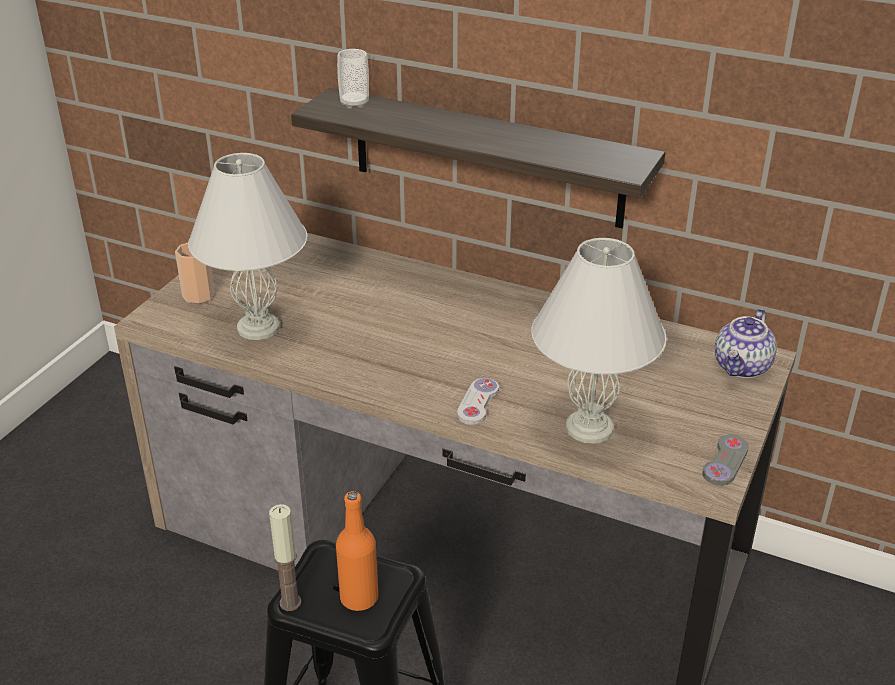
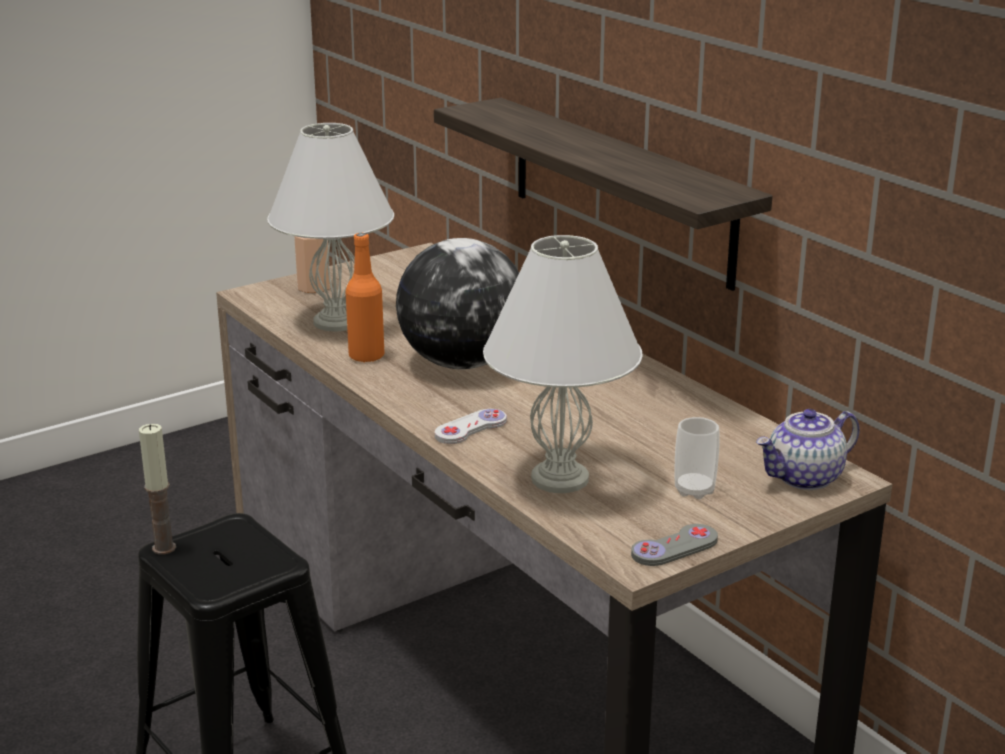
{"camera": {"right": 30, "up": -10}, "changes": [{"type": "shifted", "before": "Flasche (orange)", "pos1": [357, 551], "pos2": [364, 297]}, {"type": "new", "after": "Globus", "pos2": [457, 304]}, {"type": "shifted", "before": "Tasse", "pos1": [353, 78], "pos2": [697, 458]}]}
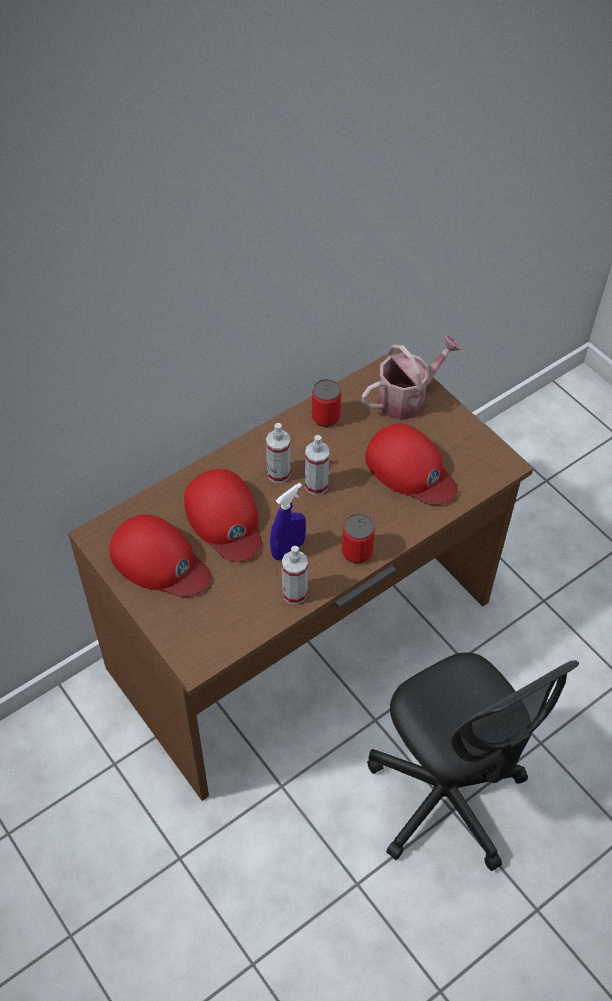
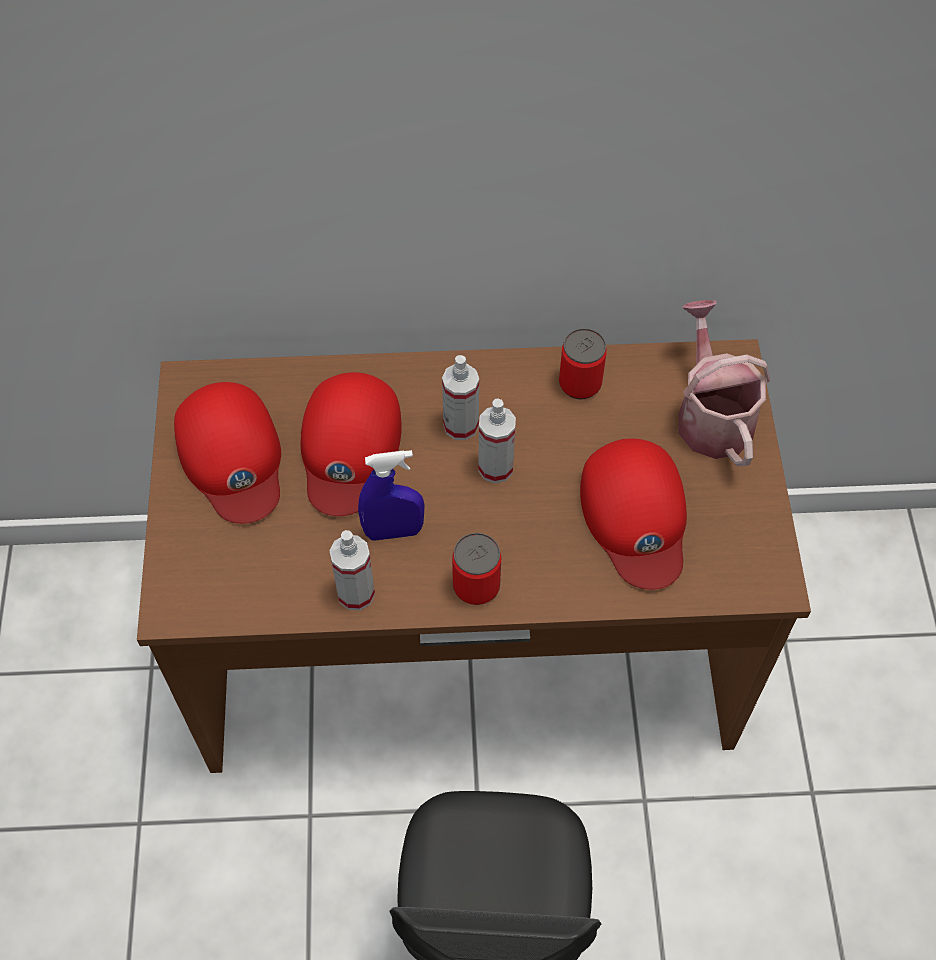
{"camera": {"right": 35, "up": 5}, "changes": [{"type": "rotated", "before": "Gießkanne", "pos1": [412, 378], "pos2": [724, 383], "turn": -105}]}
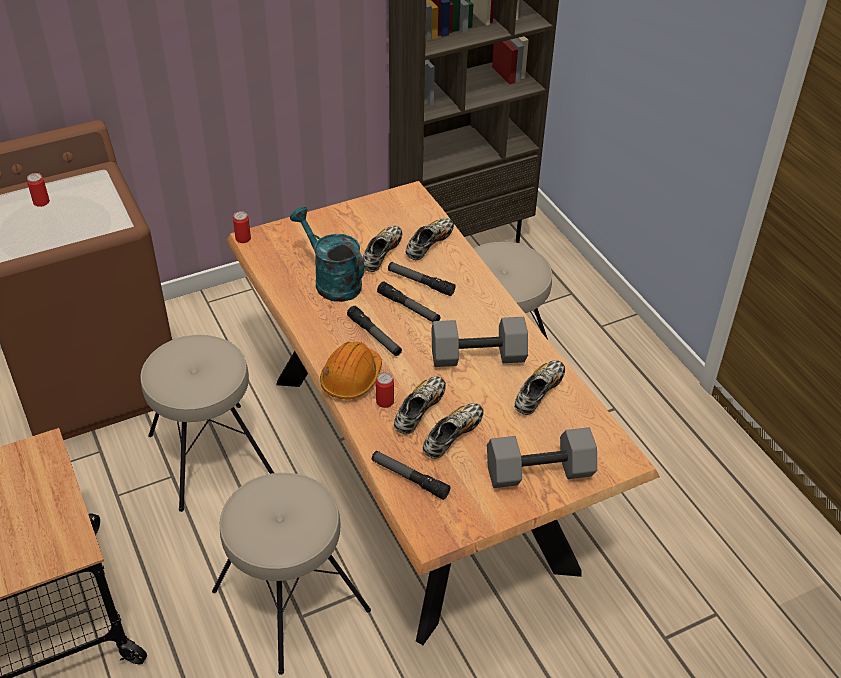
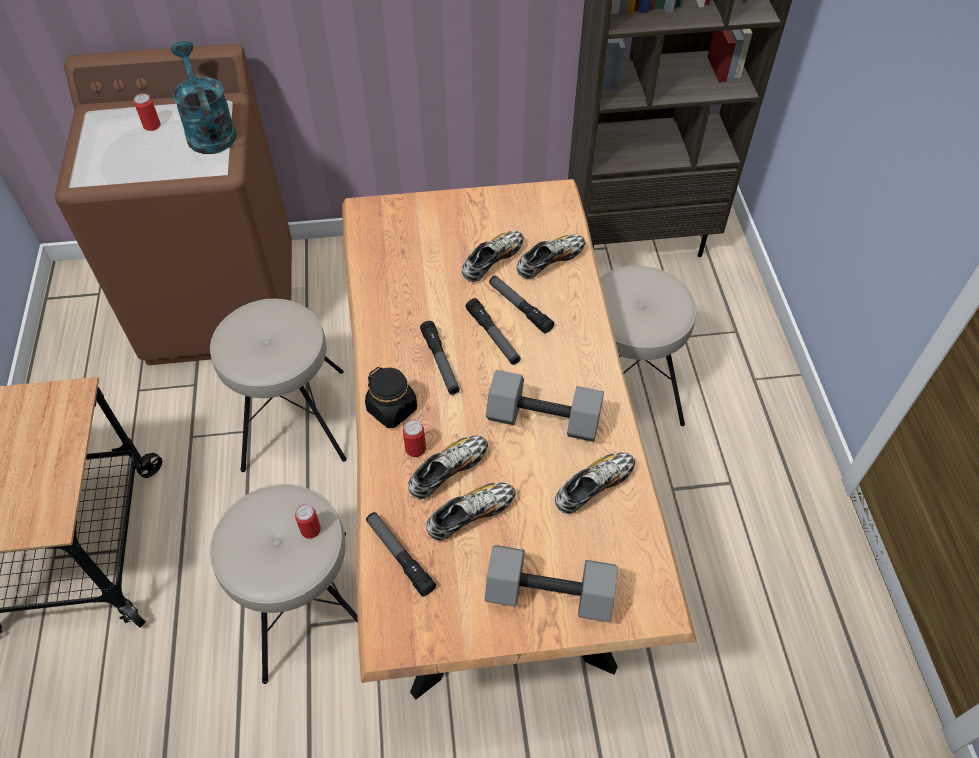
{"camera": {"right": 20, "up": 10}, "changes": [{"type": "shifted", "before": "Gießkanne (türkis)", "pos1": [327, 254], "pos2": [204, 97]}, {"type": "shifted", "before": "Dose", "pos1": [242, 227], "pos2": [308, 521]}, {"type": "swapped", "before": "Schutzhelm (orange)", "after": "Vorratsglas (schwarz)", "pos1": [351, 370], "pos2": [391, 397]}]}
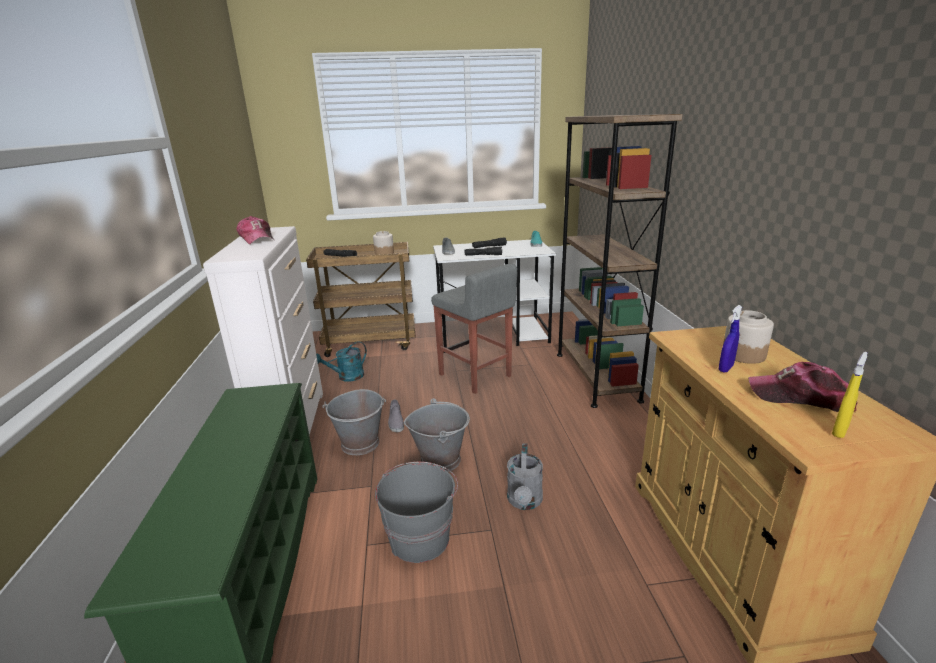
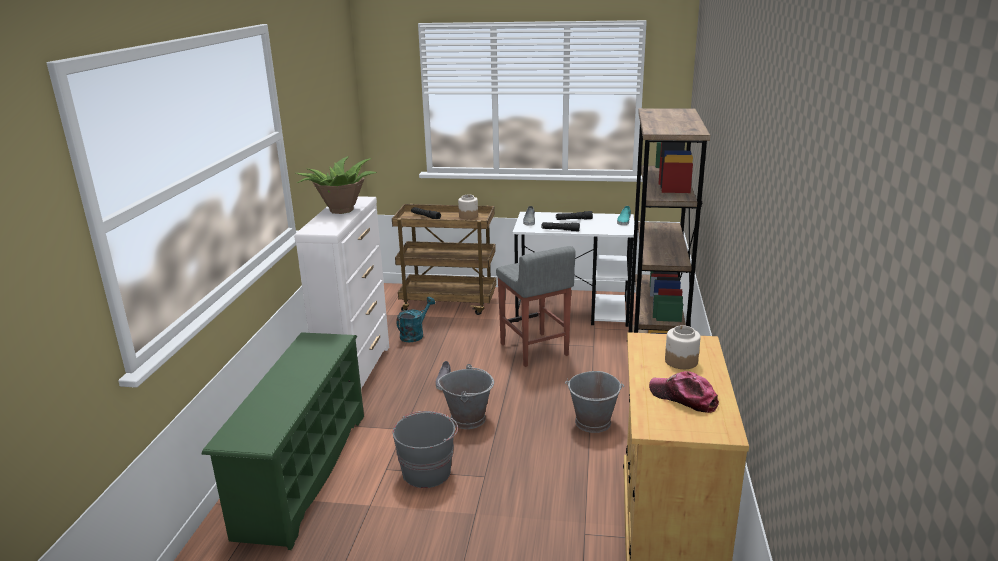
{"camera": {"right": 15, "up": 0}, "changes": [{"type": "swapped", "before": "Kappe", "after": "Topfpflanze", "pos1": [255, 230], "pos2": [336, 185]}, {"type": "rotated", "before": "Gießkanne (türkis)", "pos1": [341, 361], "pos2": [416, 319], "turn": 150}, {"type": "shifted", "before": "Eimer (grau)", "pos1": [354, 422], "pos2": [594, 402]}, {"type": "gone", "before": "Gießkanne (grau)", "pos1": [525, 476]}, {"type": "gone", "before": "Sprühflasche (blau)", "pos1": [730, 339]}, {"type": "gone", "before": "Sprühflasche (gelb)", "pos1": [849, 395]}]}
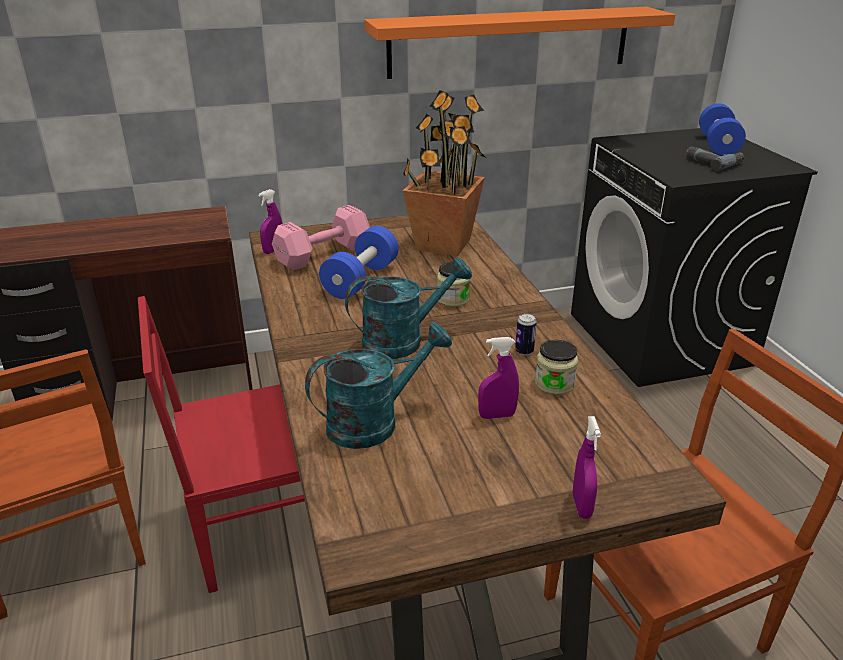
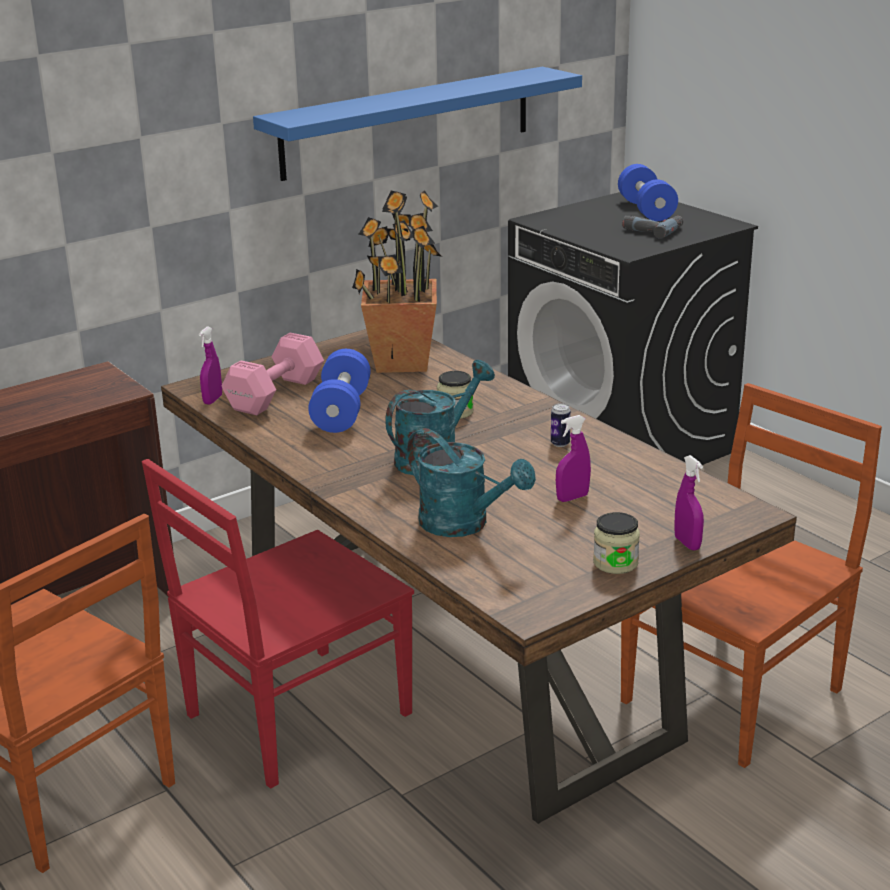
{"camera": {"right": -20, "up": -5}, "changes": [{"type": "repainted", "before": "Wandregal (orange)", "after": "Wandregal (blau)", "pos1": [519, 43], "pos2": [417, 124]}, {"type": "rotated", "before": "Gießkanne (türkis)", "pos1": [378, 385], "pos2": [471, 482], "turn": 90}, {"type": "shifted", "before": "Vorratsglas", "pos1": [556, 367], "pos2": [616, 543]}]}
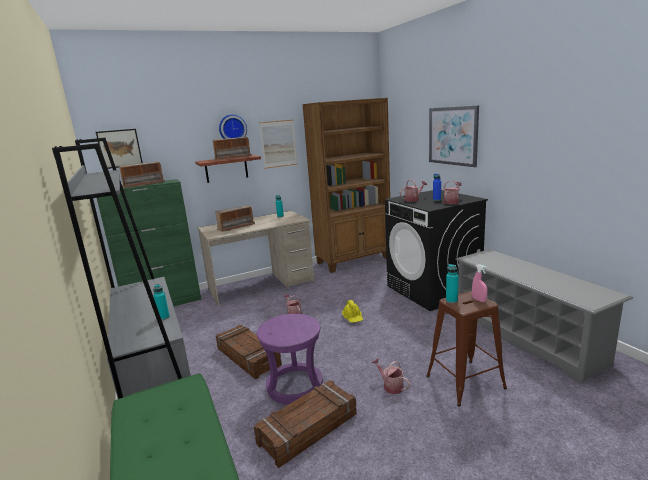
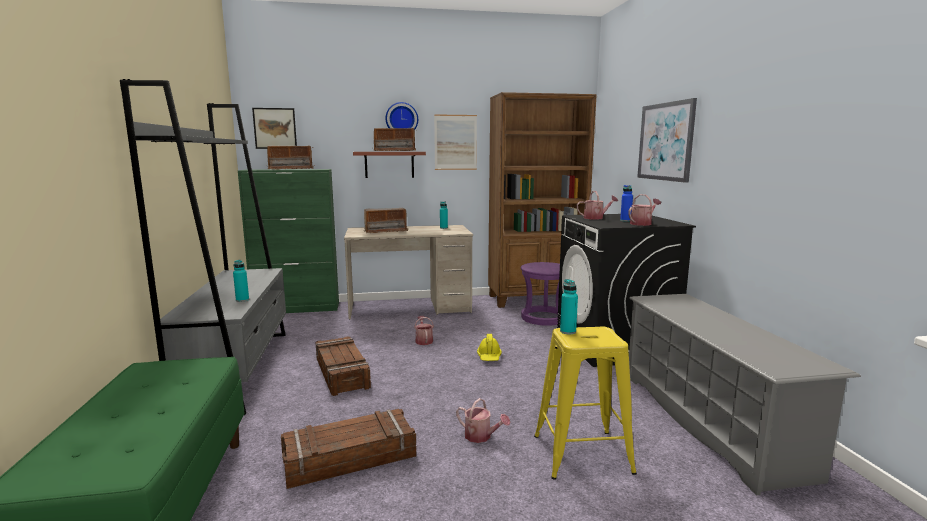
{"camera": {"right": 15, "up": -5}, "changes": [{"type": "rotated", "before": "Gießkanne", "pos1": [390, 376], "pos2": [483, 420], "turn": 150}, {"type": "shifted", "before": "Hocker (lila)", "pos1": [290, 359], "pos2": [540, 294]}, {"type": "repainted", "before": "Hocker (braun)", "after": "Hocker (gelb)", "pos1": [466, 348], "pos2": [585, 403]}, {"type": "gone", "before": "Sprühflasche (rosa)", "pos1": [479, 283]}]}
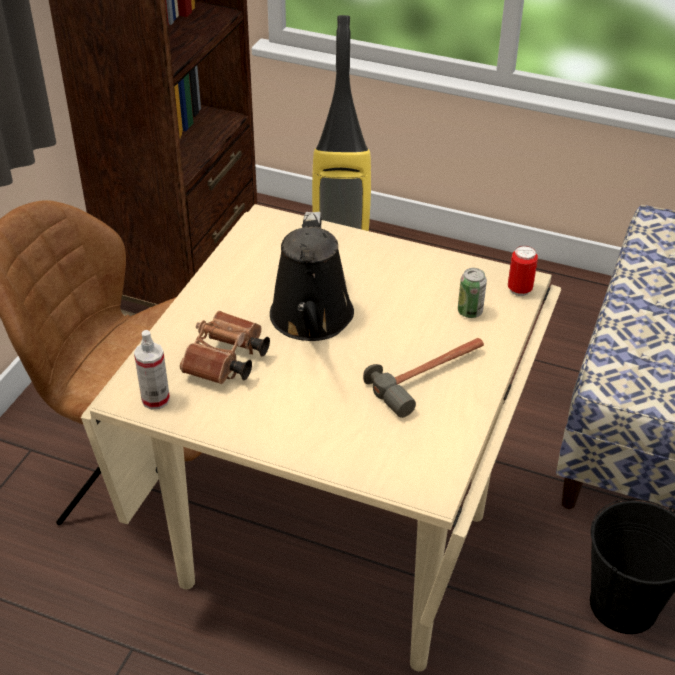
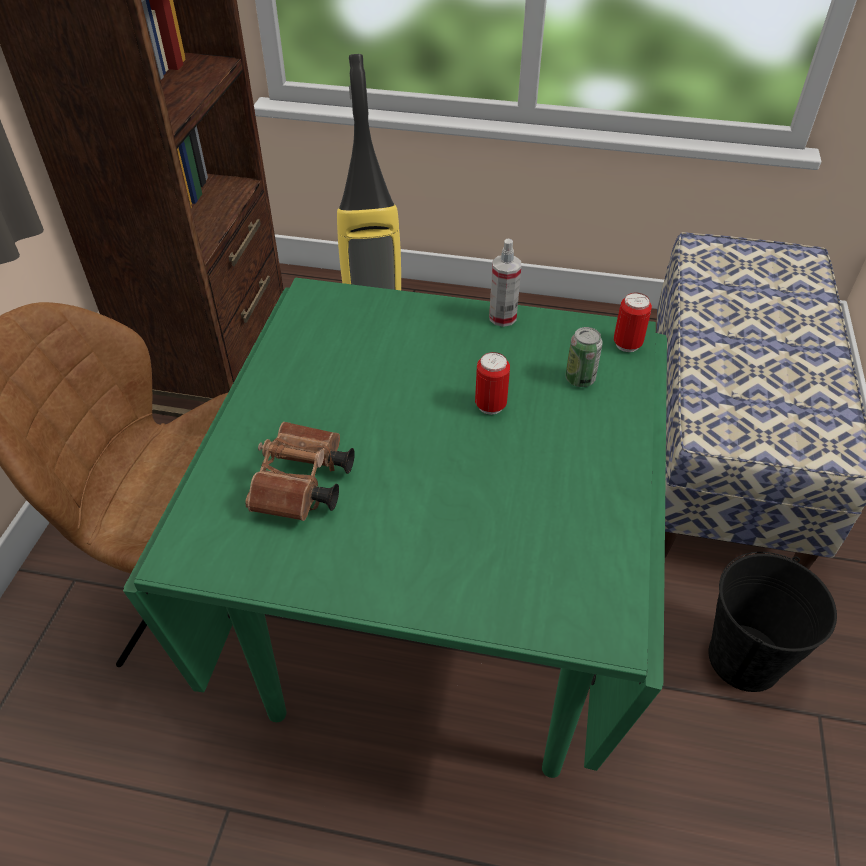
{"camera": {"right": -10, "up": 5}, "changes": [{"type": "repainted", "before": "Esstisch (beige)", "after": "Esstisch (grün)", "pos1": [321, 437], "pos2": [395, 528]}, {"type": "new", "after": "Dose", "pos2": [492, 383]}, {"type": "shifted", "before": "Sprühflasche", "pos1": [152, 370], "pos2": [505, 282]}, {"type": "gone", "before": "Gießkanne (schwarz)", "pos1": [312, 276]}, {"type": "gone", "before": "Hammer", "pos1": [423, 378]}]}
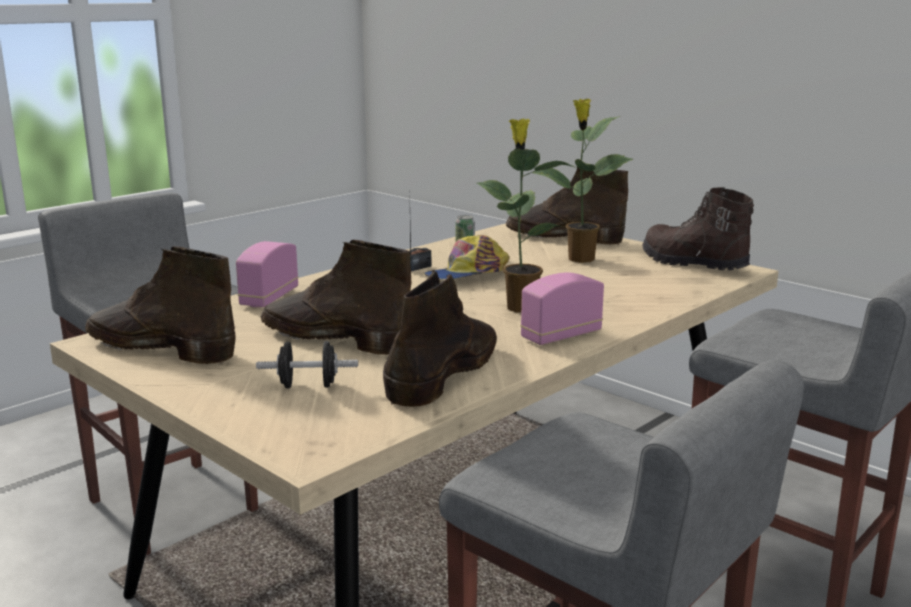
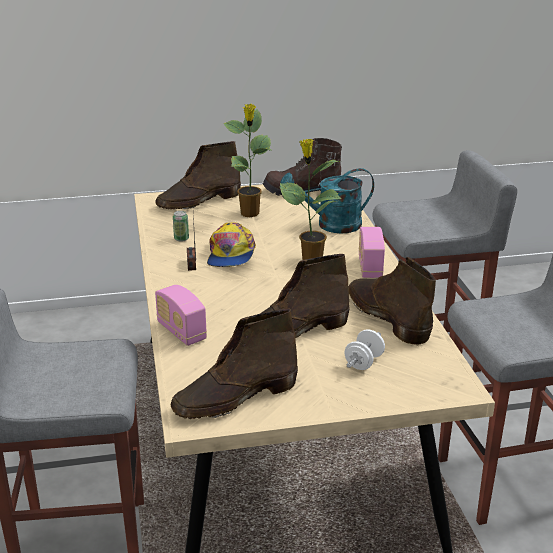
{"camera": {"right": -55, "up": 10}, "changes": [{"type": "new", "after": "Gießkanne (türkis)", "pos2": [327, 201]}, {"type": "repainted", "before": "Hantel (schwarz)", "after": "Hantel (weiß)", "pos1": [307, 364], "pos2": [365, 349]}]}
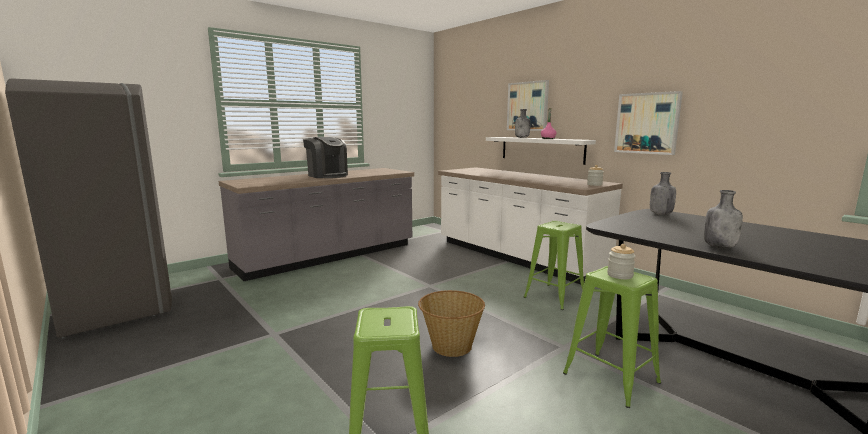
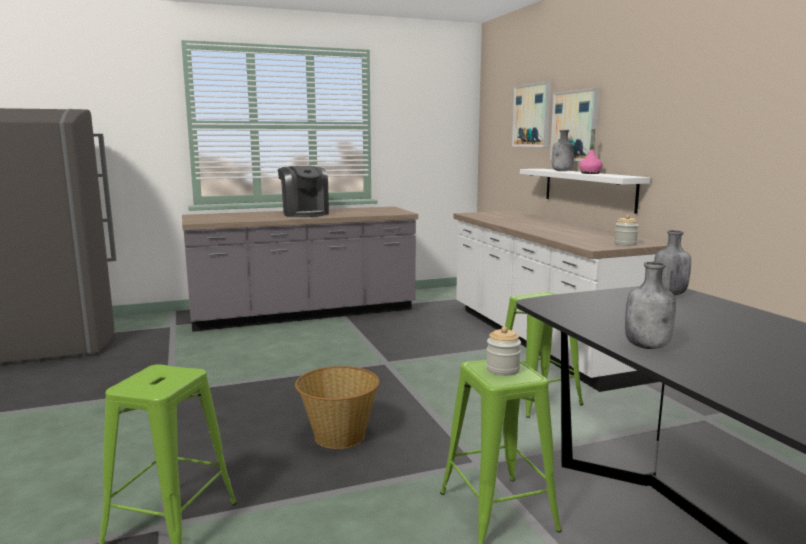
{"camera": {"right": 20, "up": 0}, "changes": [{"type": "shifted", "before": "Bild", "pos1": [648, 123], "pos2": [531, 114]}]}
